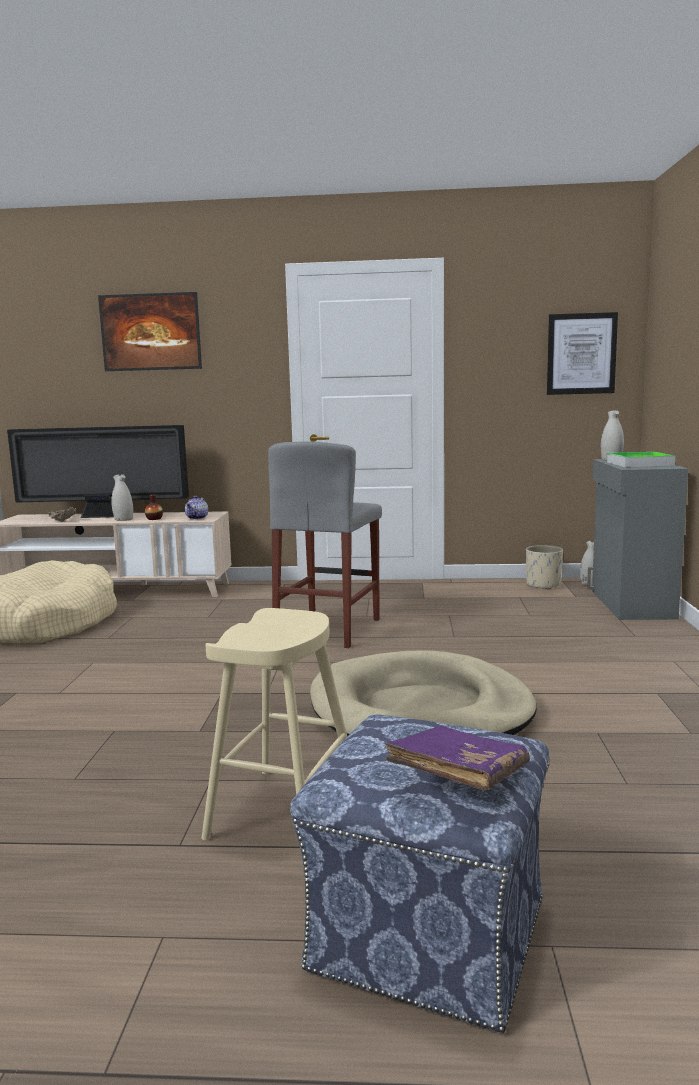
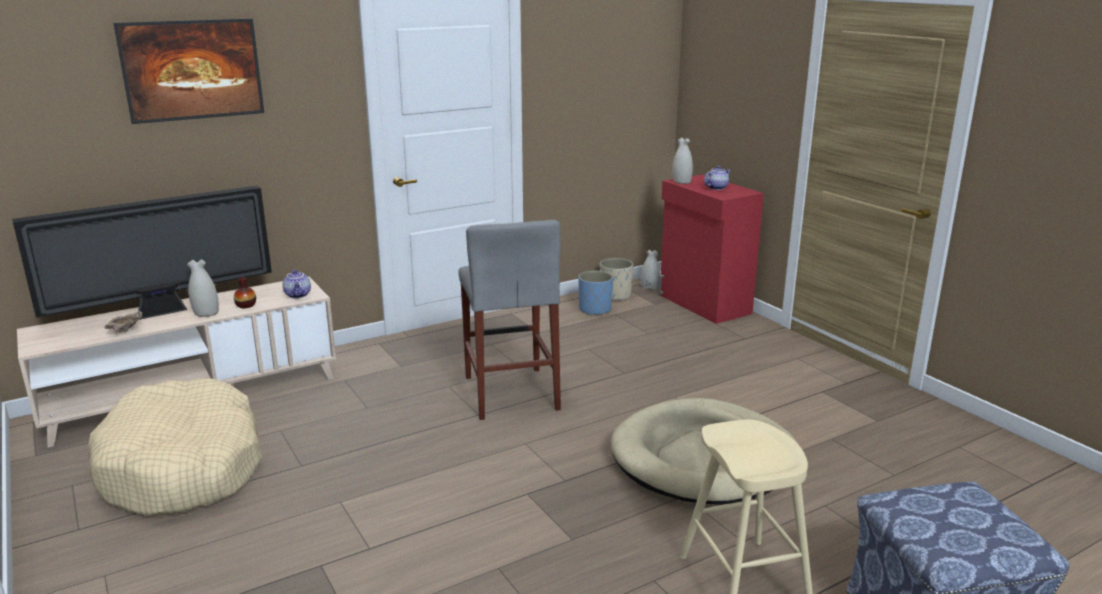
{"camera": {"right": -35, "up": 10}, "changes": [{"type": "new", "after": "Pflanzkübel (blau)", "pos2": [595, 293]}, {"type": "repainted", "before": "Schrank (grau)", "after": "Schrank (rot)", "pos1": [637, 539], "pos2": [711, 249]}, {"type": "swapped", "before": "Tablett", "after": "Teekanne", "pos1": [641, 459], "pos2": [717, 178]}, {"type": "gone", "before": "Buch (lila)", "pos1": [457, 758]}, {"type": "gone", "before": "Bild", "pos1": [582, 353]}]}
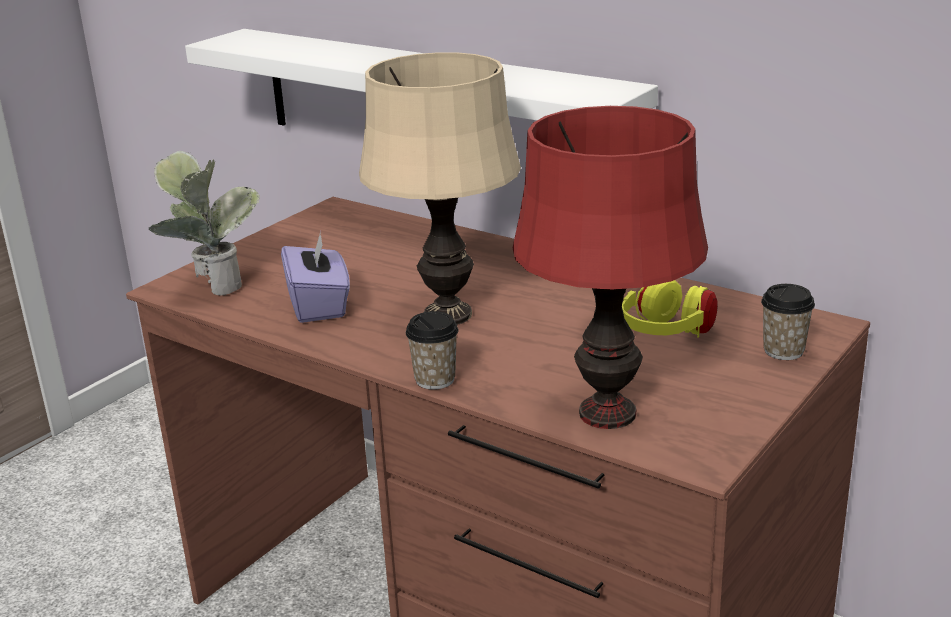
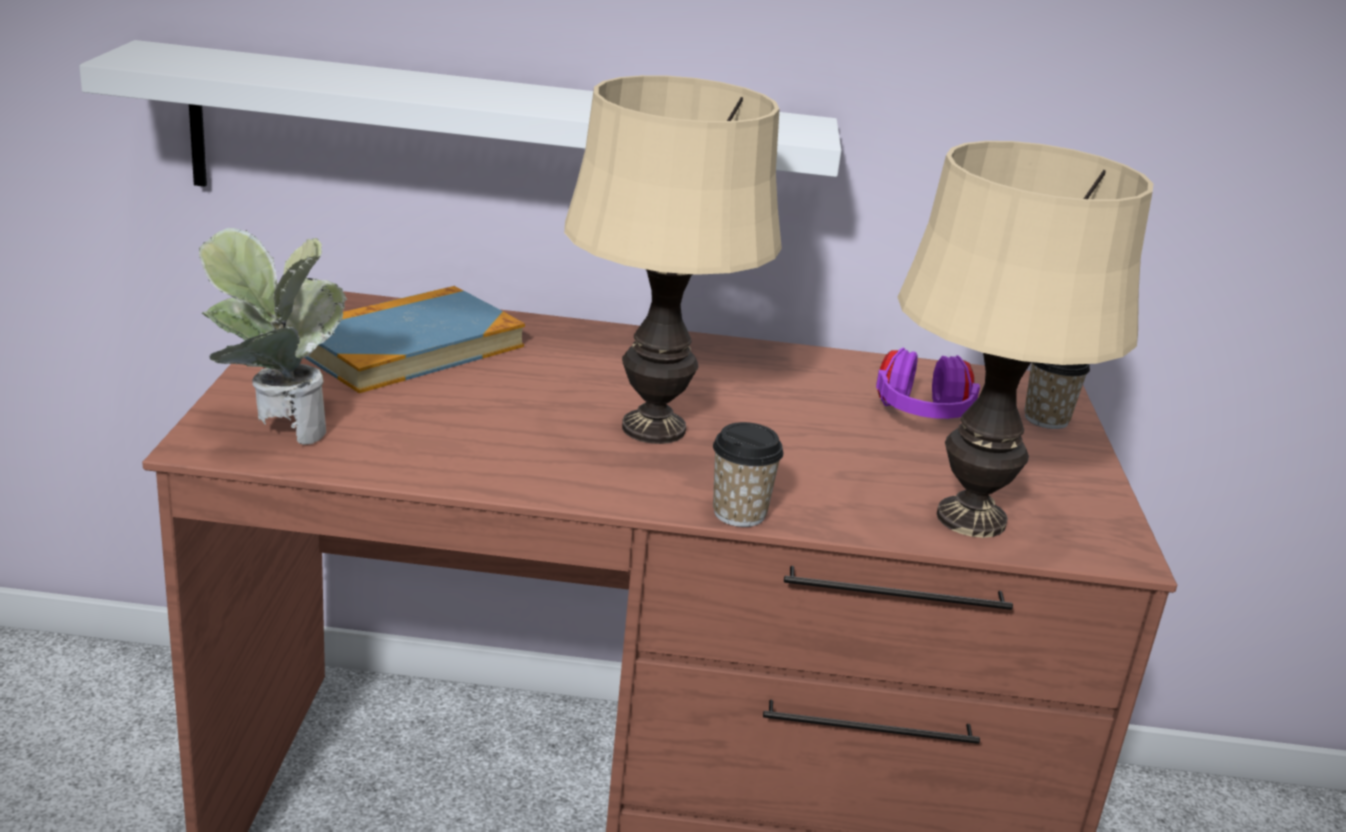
{"camera": {"right": -35, "up": 0}, "changes": [{"type": "new", "after": "Buch", "pos2": [415, 339]}, {"type": "repainted", "before": "Kopfhörer (gelb)", "after": "Kopfhörer (lila)", "pos1": [670, 309], "pos2": [928, 383]}, {"type": "repainted", "before": "Tischlampe (rot)", "after": "Tischlampe (beige)", "pos1": [610, 267], "pos2": [1025, 339]}, {"type": "gone", "before": "Taschentuchbox (lila)", "pos1": [315, 277]}]}
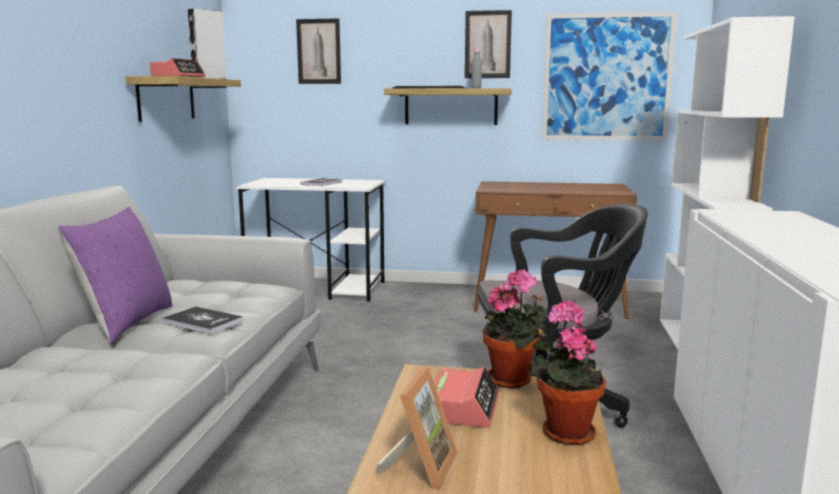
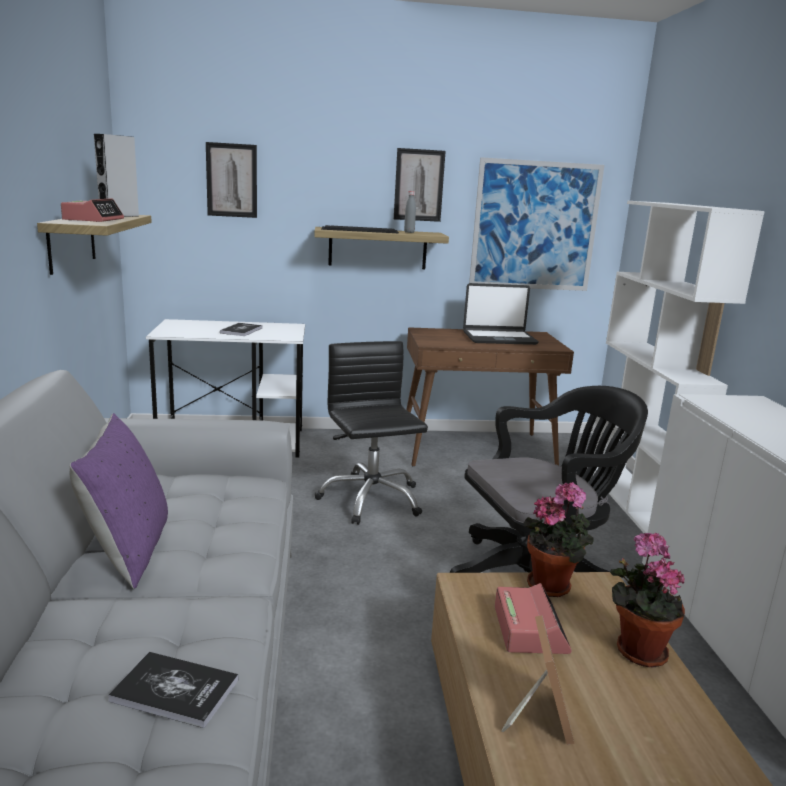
{"camera": {"right": -15, "up": 5}, "changes": [{"type": "shifted", "before": "Buch", "pos1": [202, 320], "pos2": [173, 690]}, {"type": "new", "after": "Bürostuhl (schwarz)", "pos2": [371, 433]}, {"type": "new", "after": "Laptop", "pos2": [501, 314]}]}
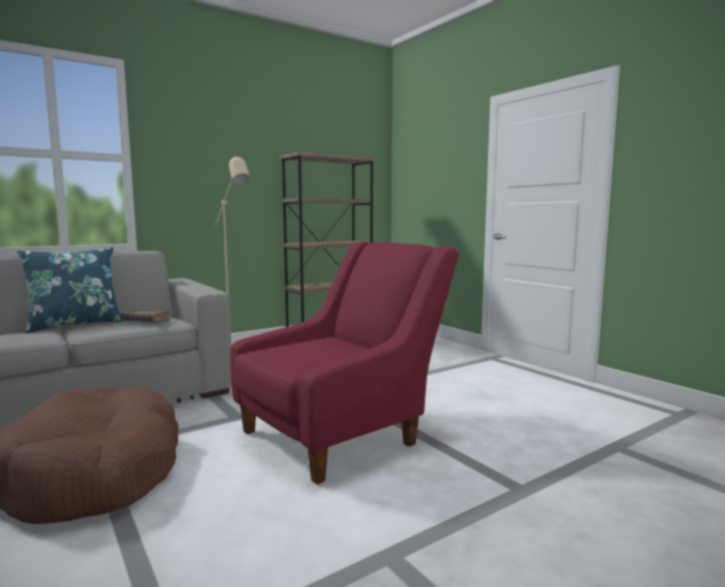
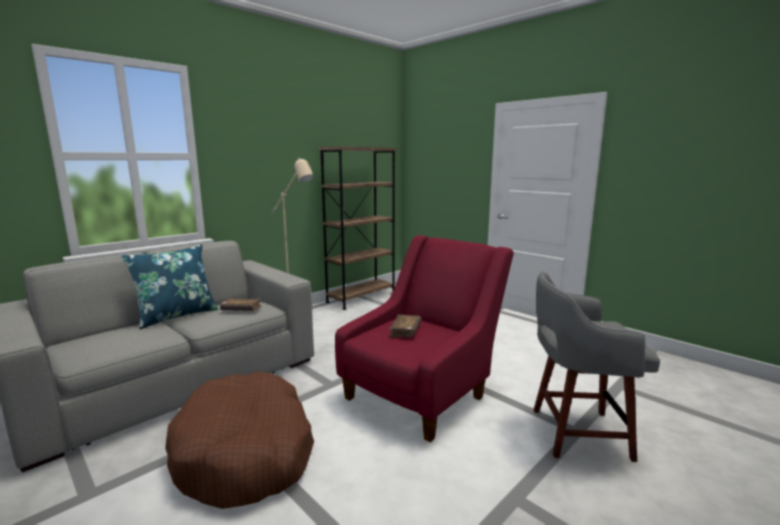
{"camera": {"right": -10, "up": 5}, "changes": [{"type": "new", "after": "Buch (braun)", "pos2": [405, 326]}, {"type": "new", "after": "Hocker (grau)", "pos2": [597, 367]}]}
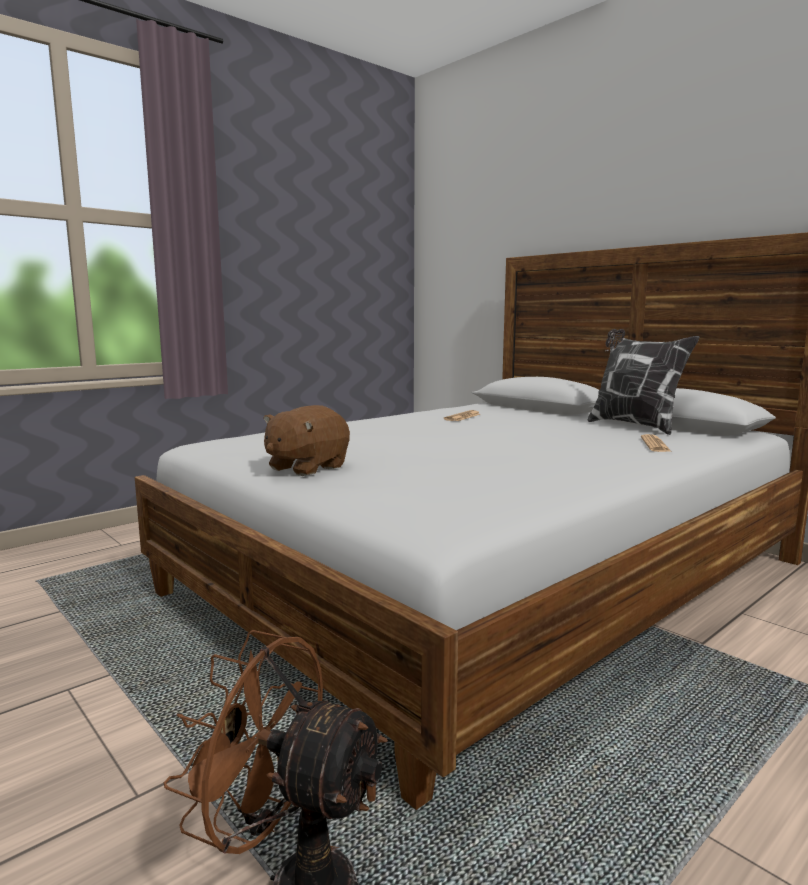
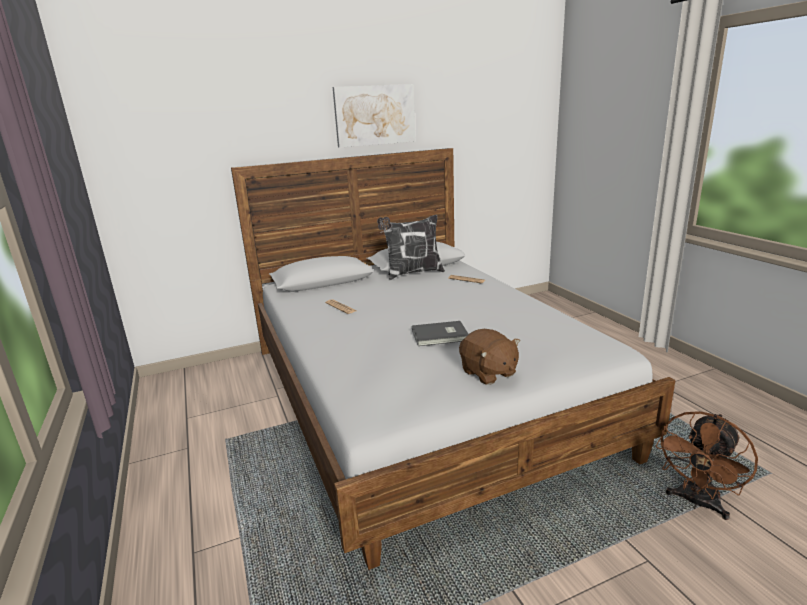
{"camera": {"right": -70, "up": 10}, "changes": [{"type": "new", "after": "Bild", "pos2": [374, 116]}, {"type": "new", "after": "Buch (grau)", "pos2": [440, 333]}]}
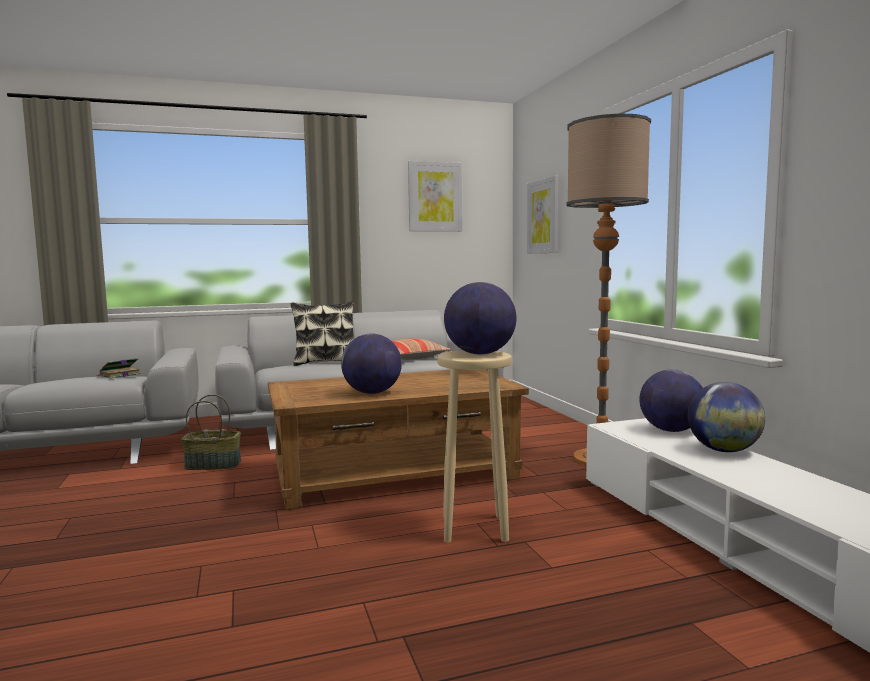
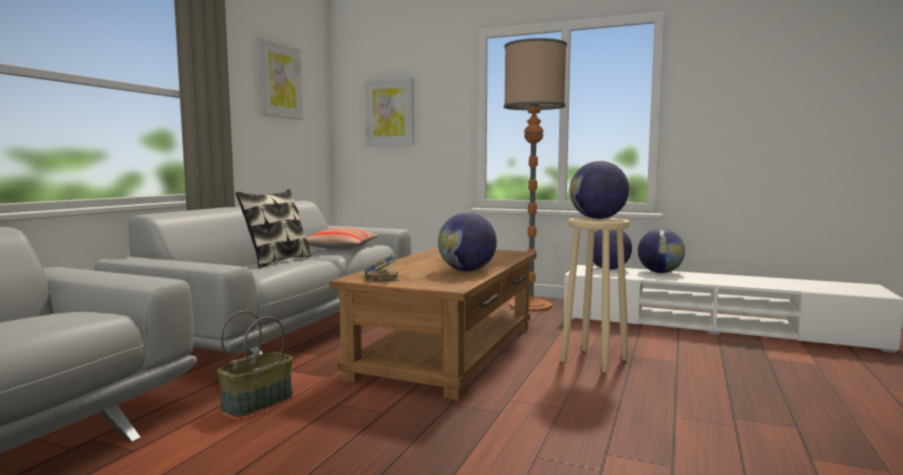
{"camera": {"right": -50, "up": 0}, "changes": [{"type": "shifted", "before": "Buch", "pos1": [118, 368], "pos2": [382, 268]}]}
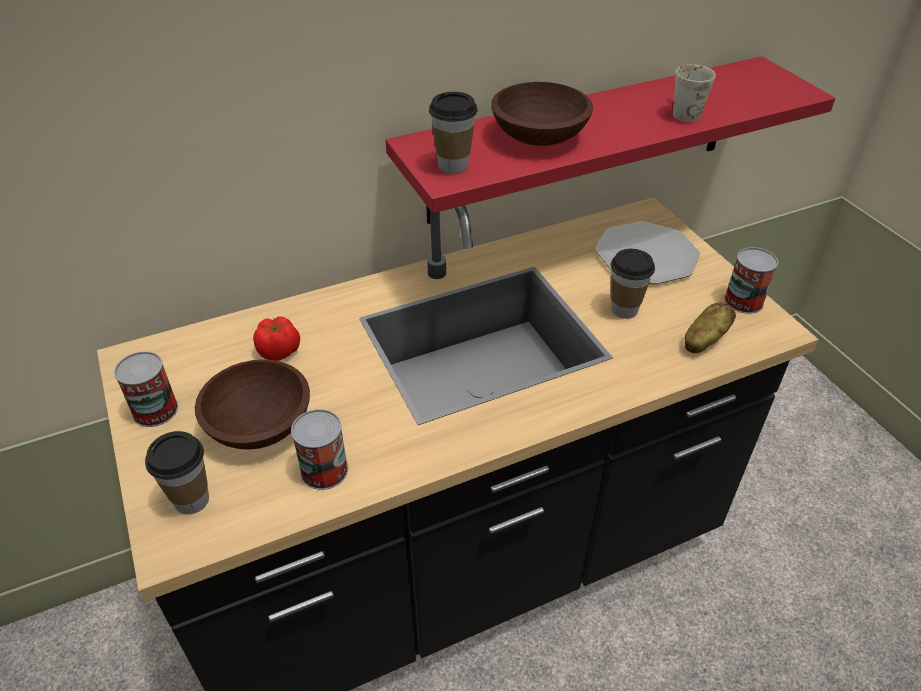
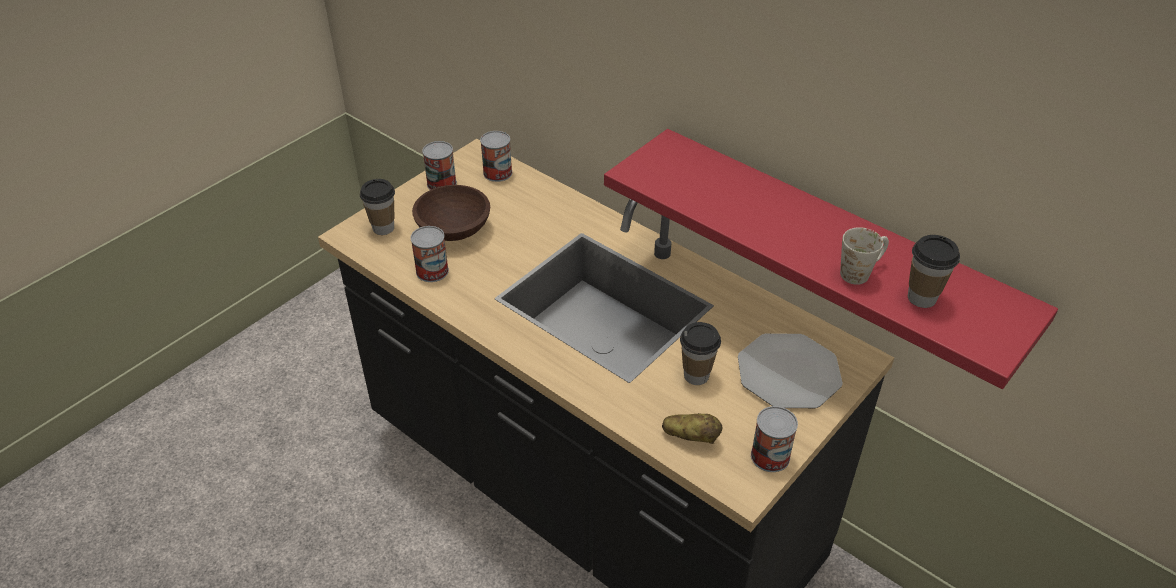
{"camera": {"right": 65, "up": 0}, "changes": [{"type": "new", "after": "Dose", "pos2": [496, 156]}, {"type": "shifted", "before": "Tasse", "pos1": [453, 133], "pos2": [934, 271]}, {"type": "gone", "before": "Tomate", "pos1": [276, 338]}, {"type": "gone", "before": "Schüssel (braun)", "pos1": [542, 114]}]}
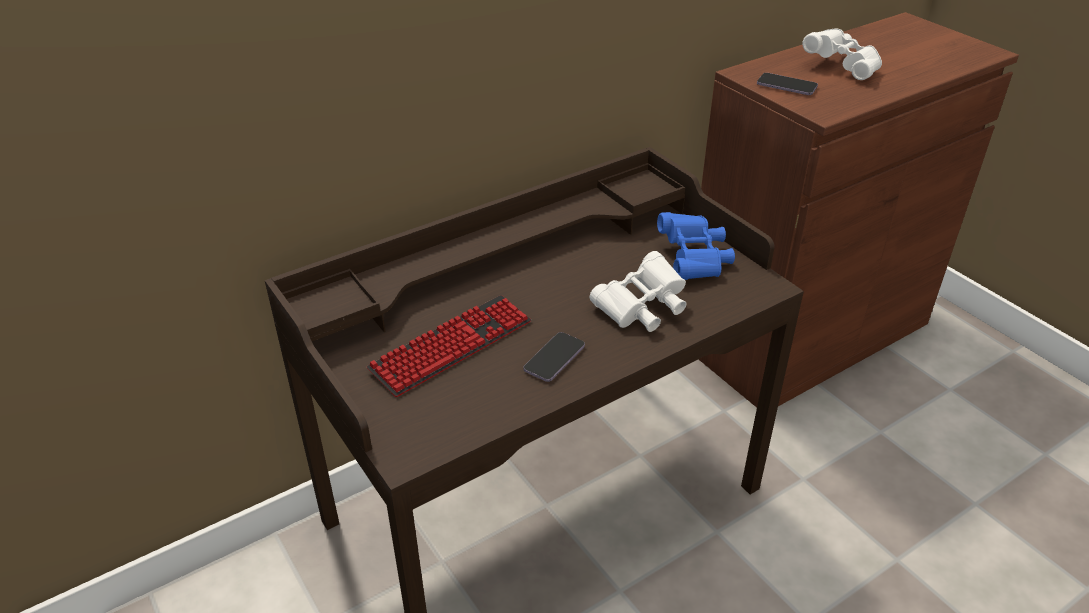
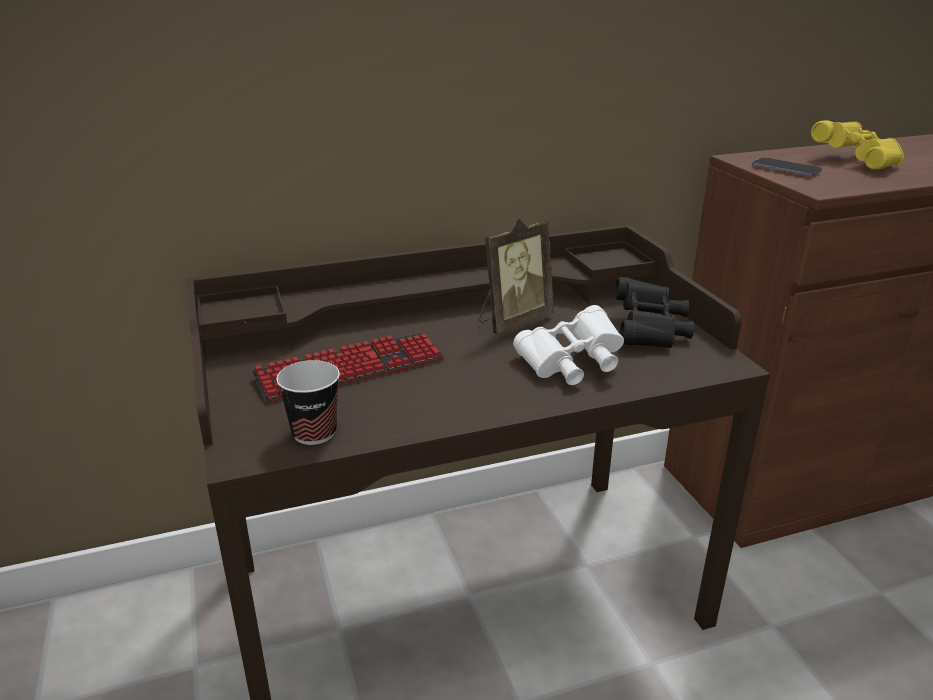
{"camera": {"right": 15, "up": -10}, "changes": [{"type": "new", "after": "Tasse", "pos2": [308, 402]}, {"type": "new", "after": "Bilderrahmen", "pos2": [516, 276]}, {"type": "repainted", "before": "Fernglas (blau)", "after": "Fernglas (schwarz)", "pos1": [696, 246], "pos2": [654, 312]}, {"type": "repainted", "before": "Fernglas (weiß)", "after": "Fernglas (gelb)", "pos1": [842, 54], "pos2": [857, 144]}, {"type": "gone", "before": "Handy", "pos1": [554, 357]}]}
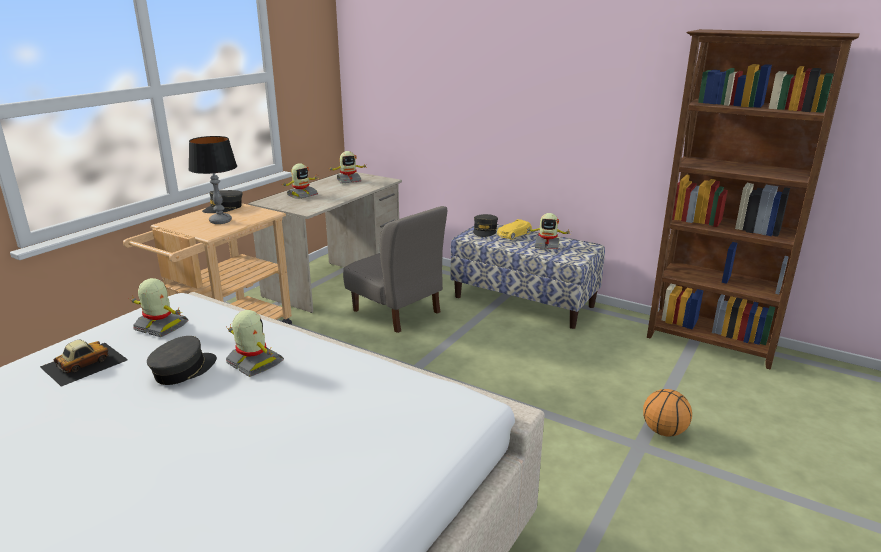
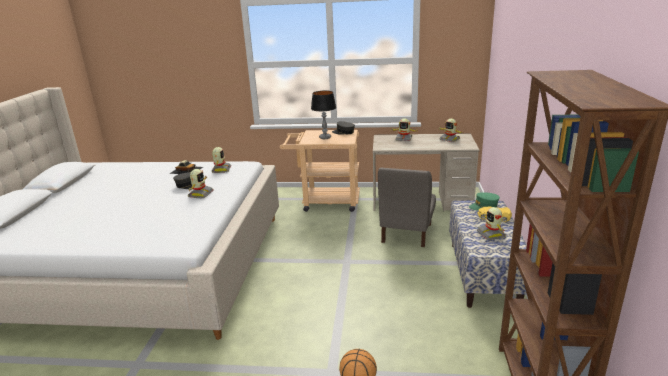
{"camera": {"right": 65, "up": 0}, "changes": [{"type": "repainted", "before": "Kappe (grau)", "after": "Kappe (grün)", "pos1": [485, 225], "pos2": [484, 201]}]}
